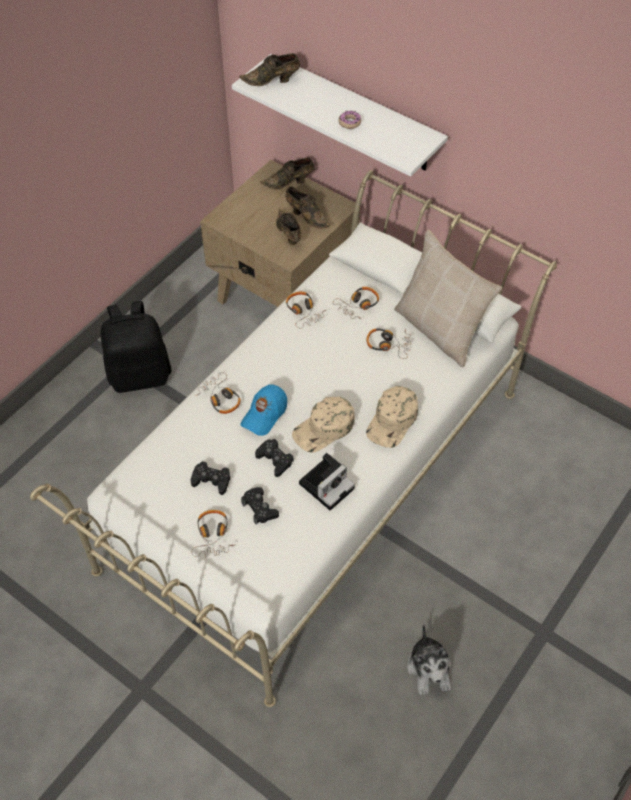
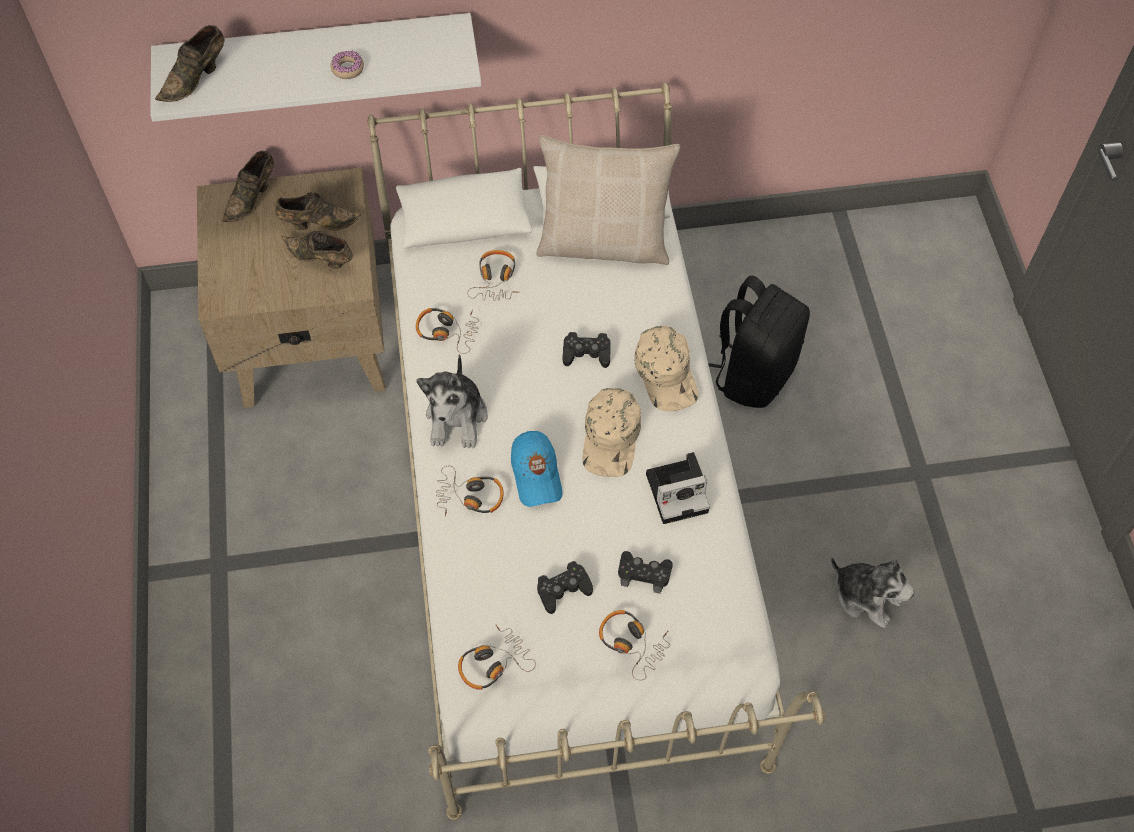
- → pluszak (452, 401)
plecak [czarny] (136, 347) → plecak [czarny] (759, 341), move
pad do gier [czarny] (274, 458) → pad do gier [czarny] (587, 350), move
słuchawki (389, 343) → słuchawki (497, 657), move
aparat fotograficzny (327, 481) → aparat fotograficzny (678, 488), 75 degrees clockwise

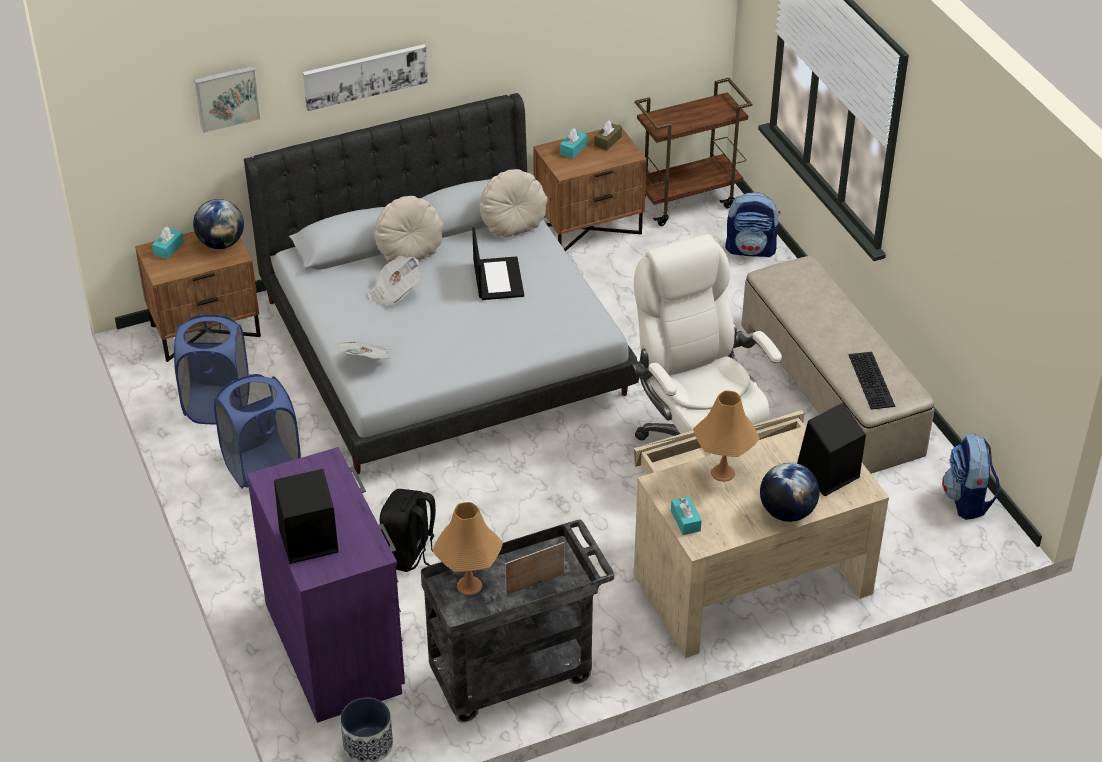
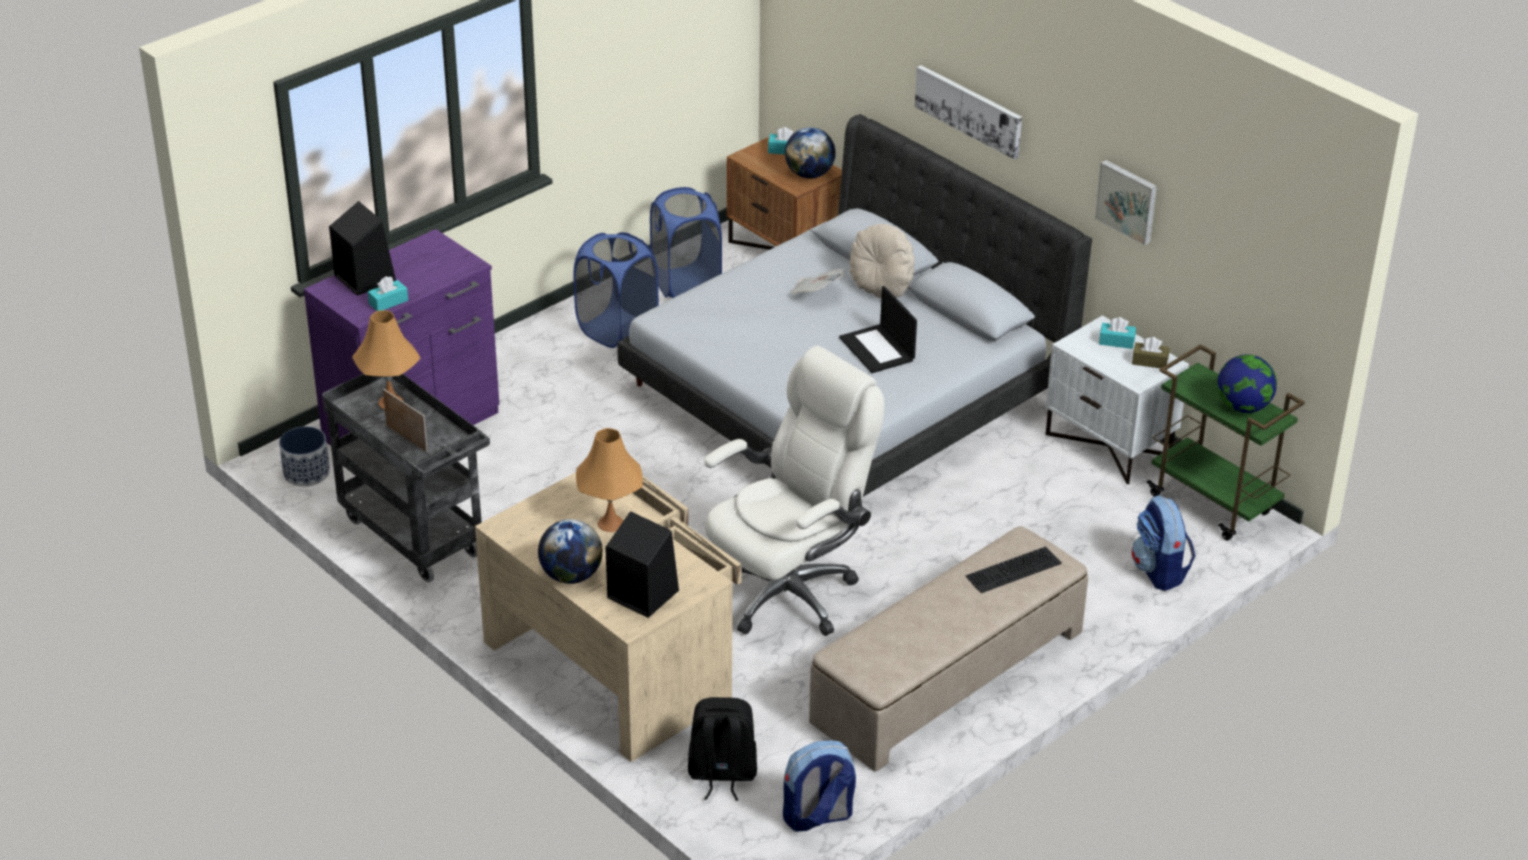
gazeta (364, 350) → -
poduszka [beżowy] (513, 203) → -
- → globus (1247, 383)
obraz (227, 99) → obraz (1126, 202), move
plecak [czarny] (408, 530) → plecak [czarny] (722, 749), move
pudełko chusteczek [turkusowy] (686, 515) → pudełko chusteczek [turkusowy] (388, 293), move
klawiatura (871, 381) → klawiatura (1014, 569), move
szafka nocna [brązowy] (590, 188) → szafka nocna [biały] (1117, 399)
wózek [brązowy] (693, 152) → wózek [zielony] (1225, 442)
laptop (498, 263) → laptop (878, 329), 90 degrees clockwise

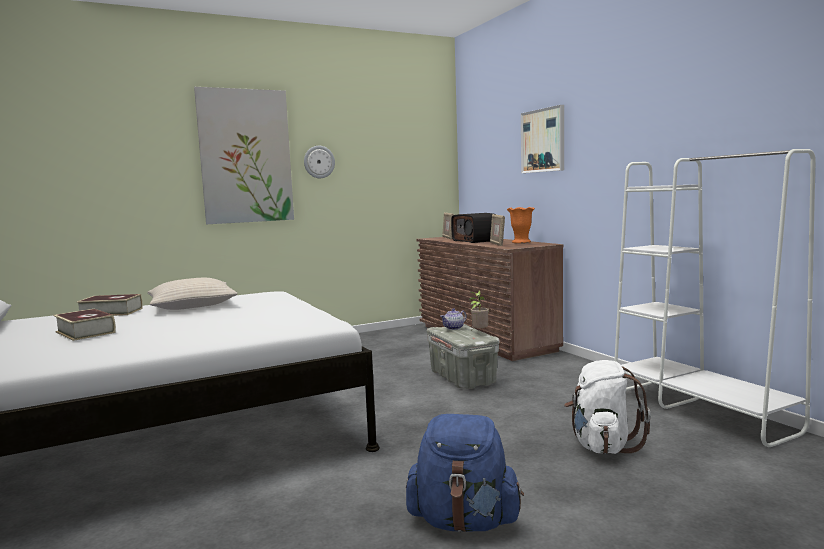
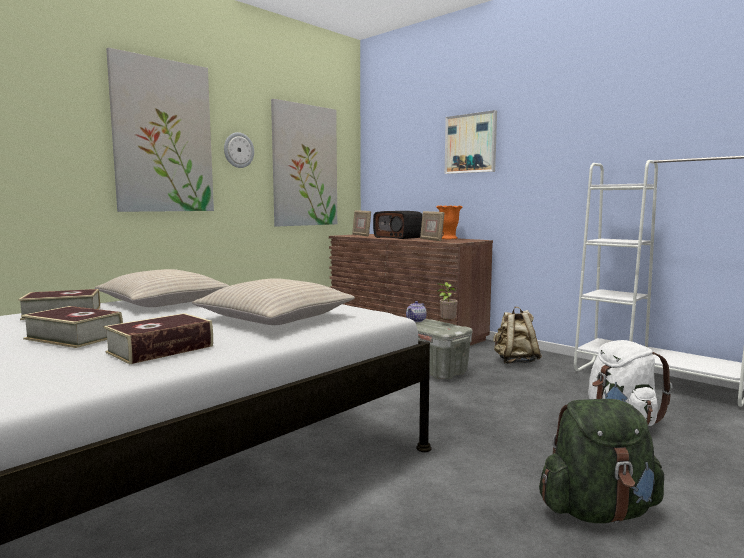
- → książka (158, 338)
- → poduszka [beżowy] (273, 301)
- → obraz (304, 162)
- → plecak [beżowy] (517, 335)
plecak [niebieski] (465, 473) → plecak [zielony] (601, 461)

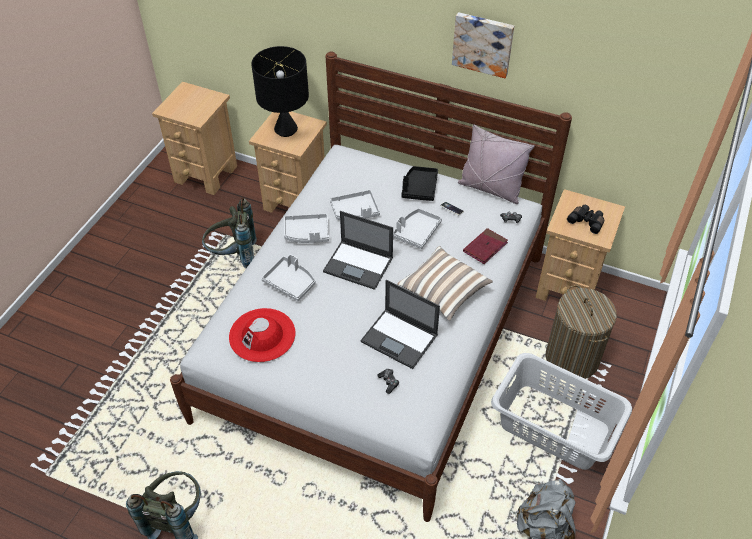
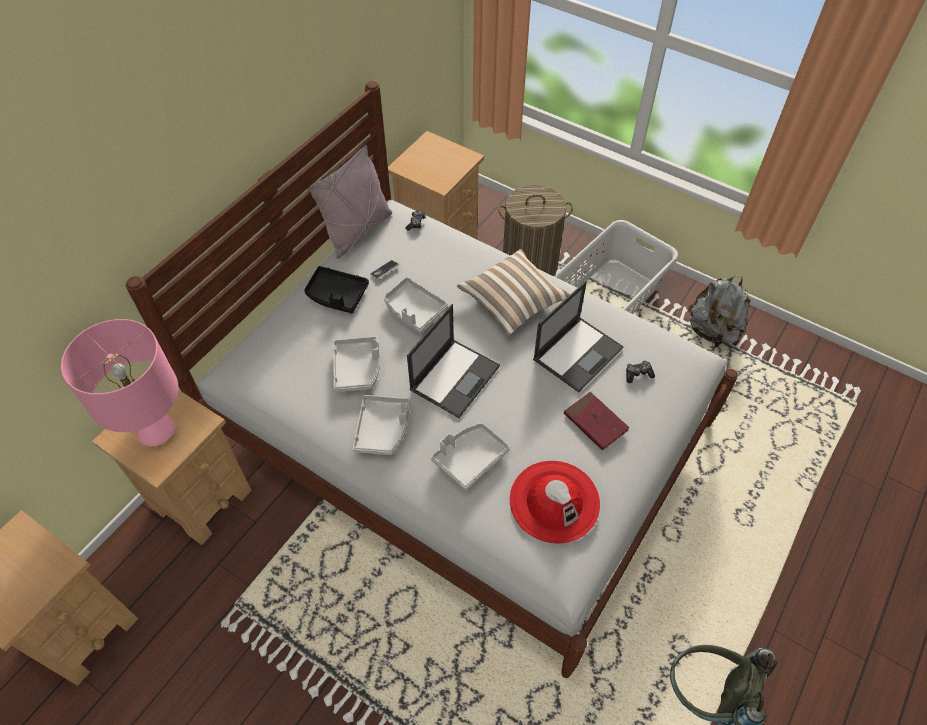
plecak [szary] (229, 233) → -
obraz (483, 45) → -
lornetka [czarny] (585, 219) → -
książka [czerwony] (485, 246) → książka [czerwony] (596, 421), move
lampa stołowa [czarny] (280, 91) → lampa stołowa [różowy] (119, 382)

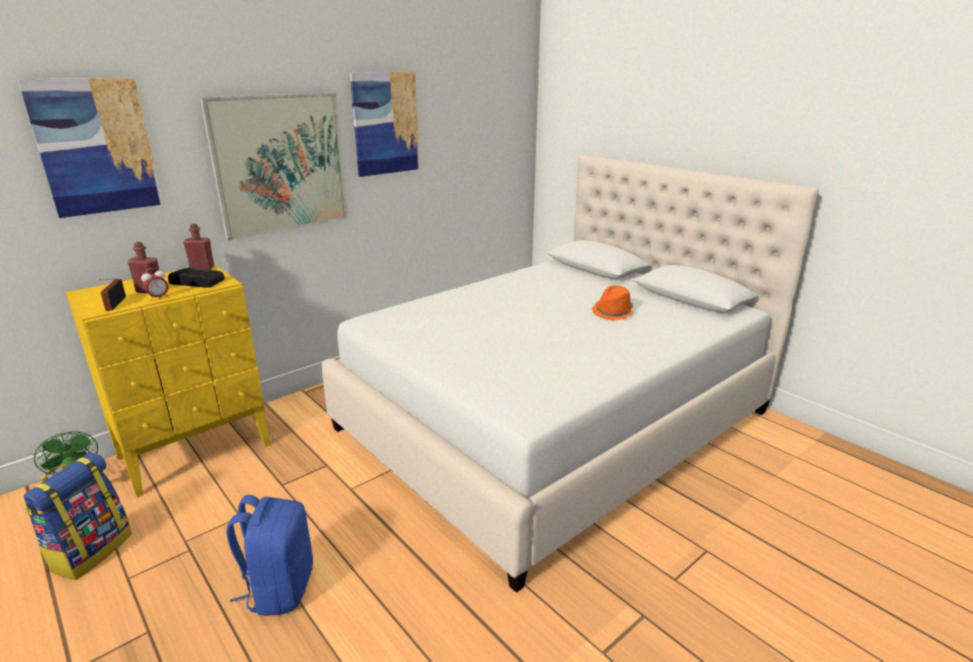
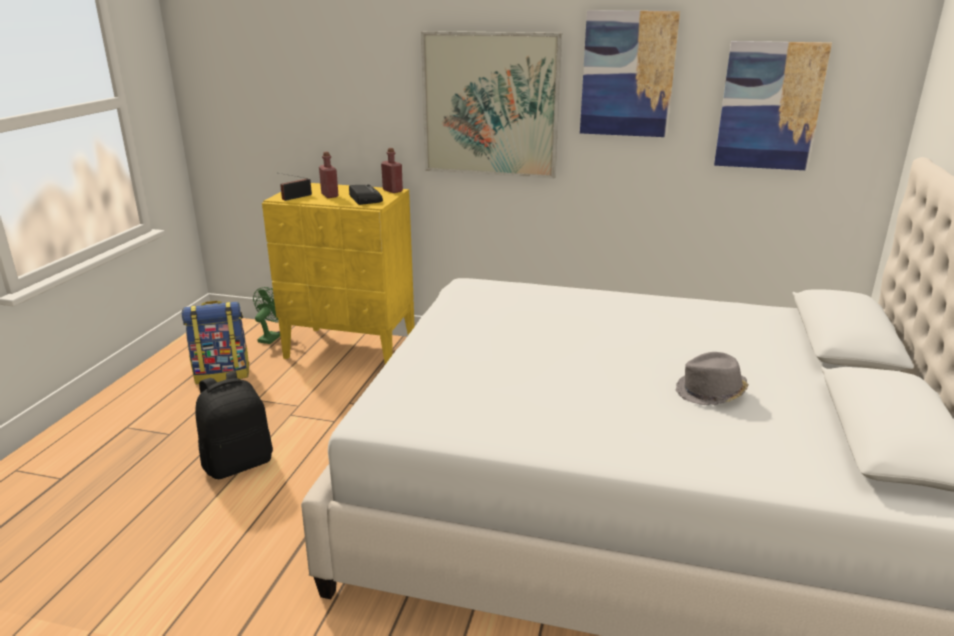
budzik (154, 284) → -
obraz (90, 147) → obraz (773, 106), move
plecak [niebieski] (270, 555) → plecak [czarny] (234, 425)
kapelusz [pomarańczowy] (613, 303) → kapelusz [szary] (712, 378)

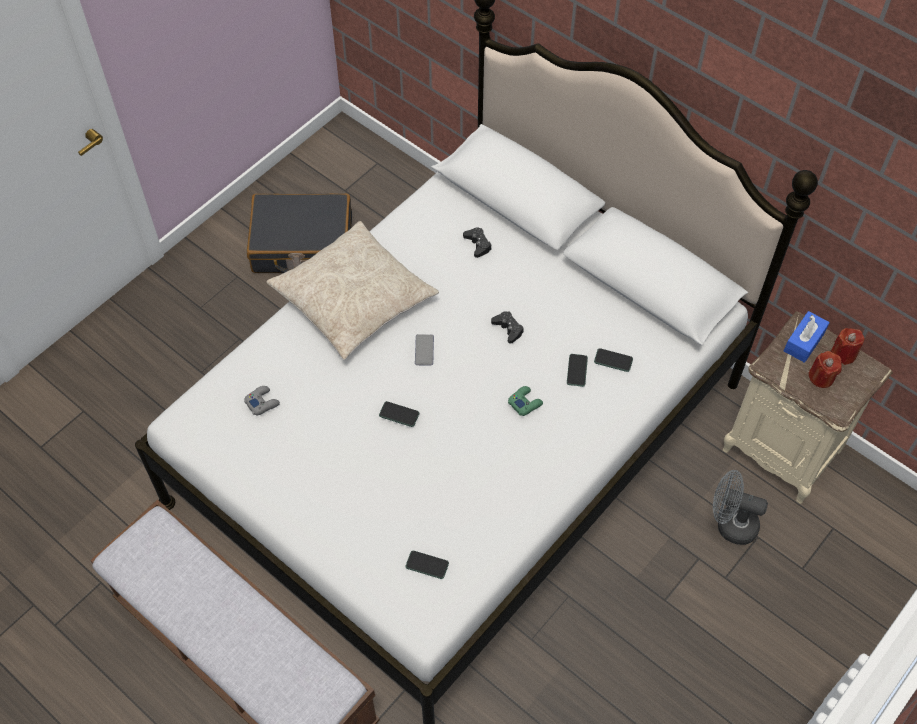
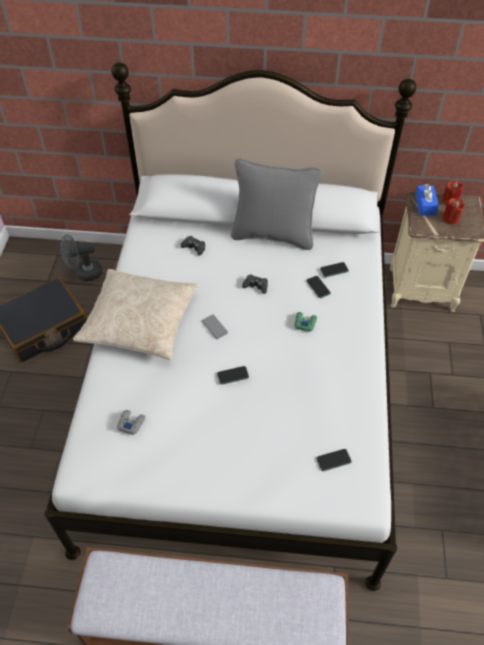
- → poduszka [szary] (276, 204)
wentylator [szary] (740, 507) → wentylator [szary] (81, 258), move

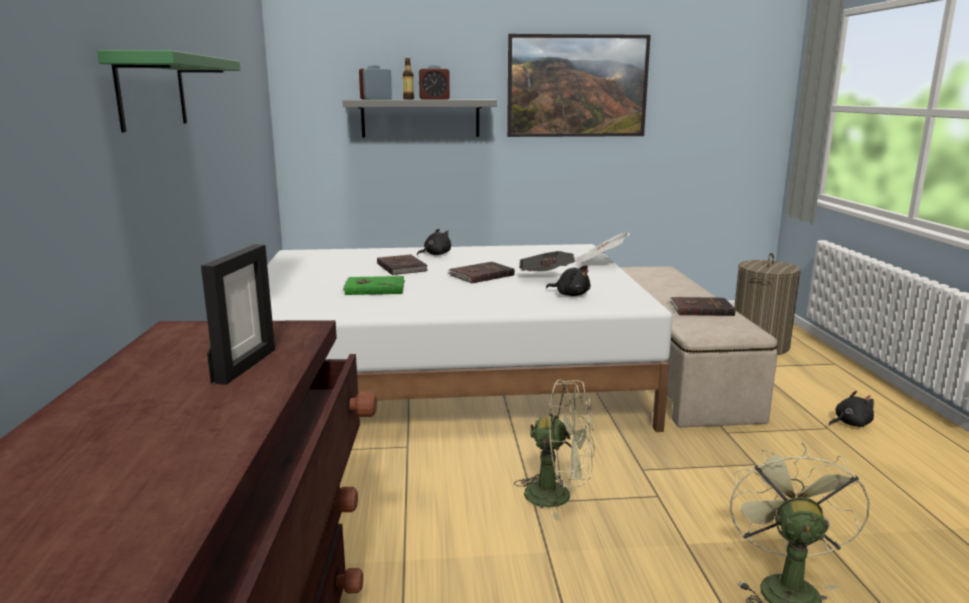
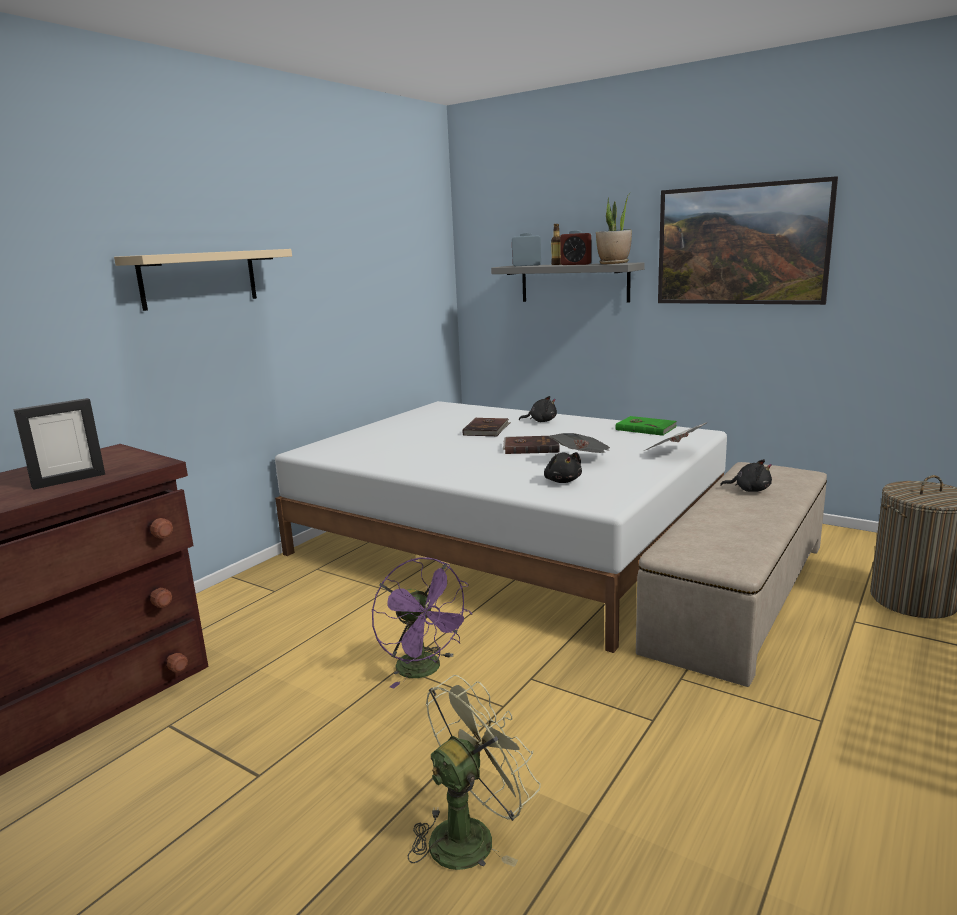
książka [brązowy] (702, 306) → -
- → roślina doniczkowa (614, 228)
książka [zielony] (374, 285) → książka [zielony] (646, 426), move
pluszak [czarny] (851, 409) → pluszak [czarny] (746, 475), move
półka [zielony] (168, 91) → półka [beżowy] (203, 280)
wentylator [zielony] (554, 449) → wentylator [fioletowy] (422, 623)

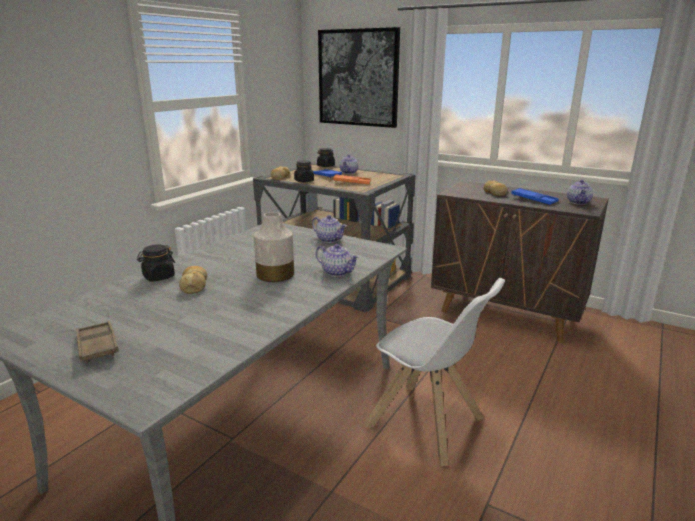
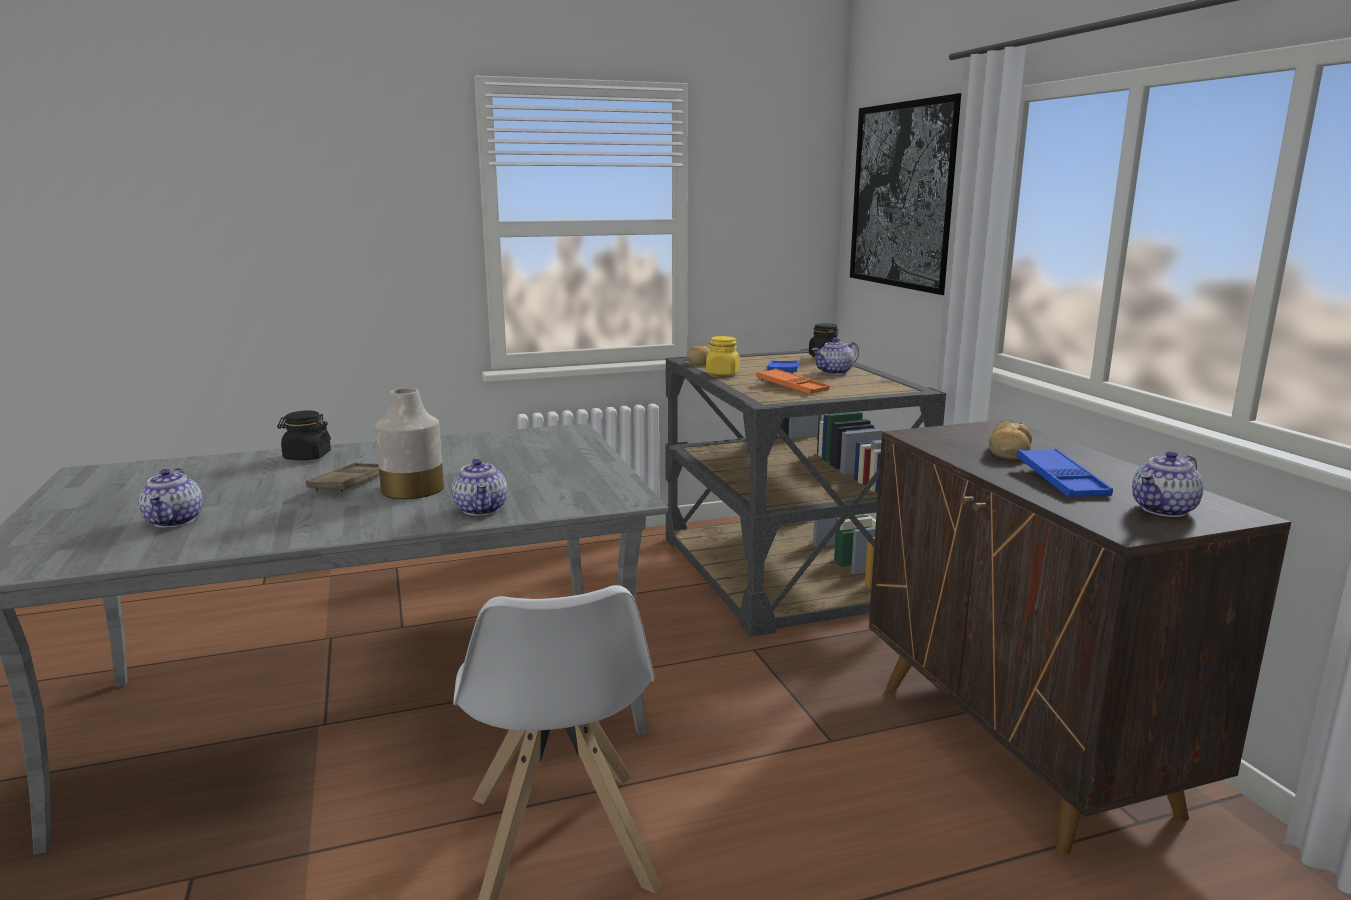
chleb (193, 280) → -
taca [brązowy] (97, 341) → taca [brązowy] (342, 477), move
imbryk (329, 229) → imbryk (170, 497), move
słoik [czarny] (304, 171) → słoik [żółty] (723, 355)

